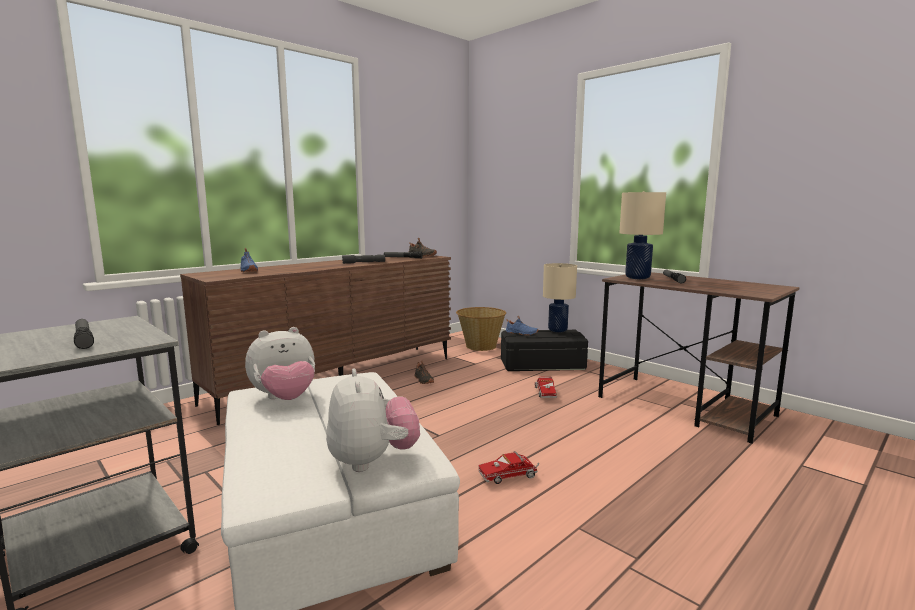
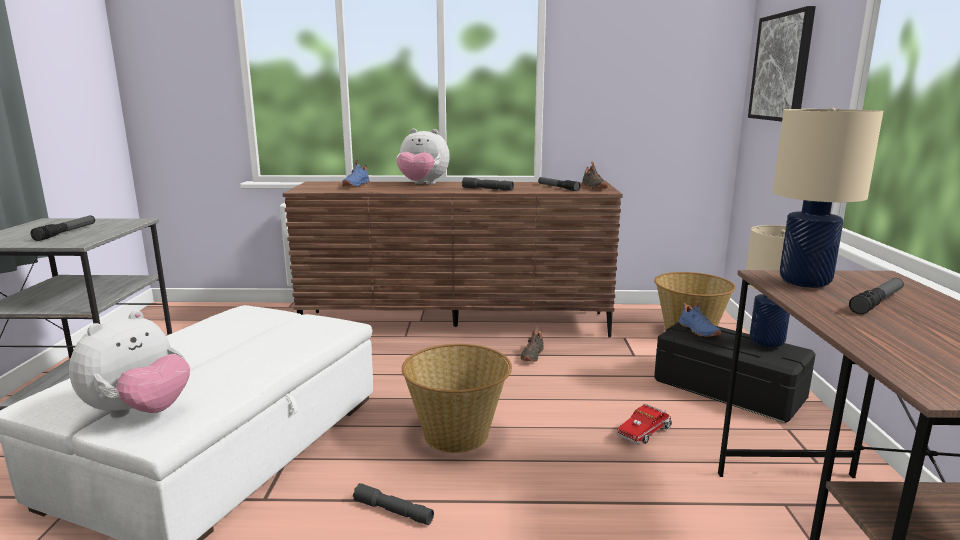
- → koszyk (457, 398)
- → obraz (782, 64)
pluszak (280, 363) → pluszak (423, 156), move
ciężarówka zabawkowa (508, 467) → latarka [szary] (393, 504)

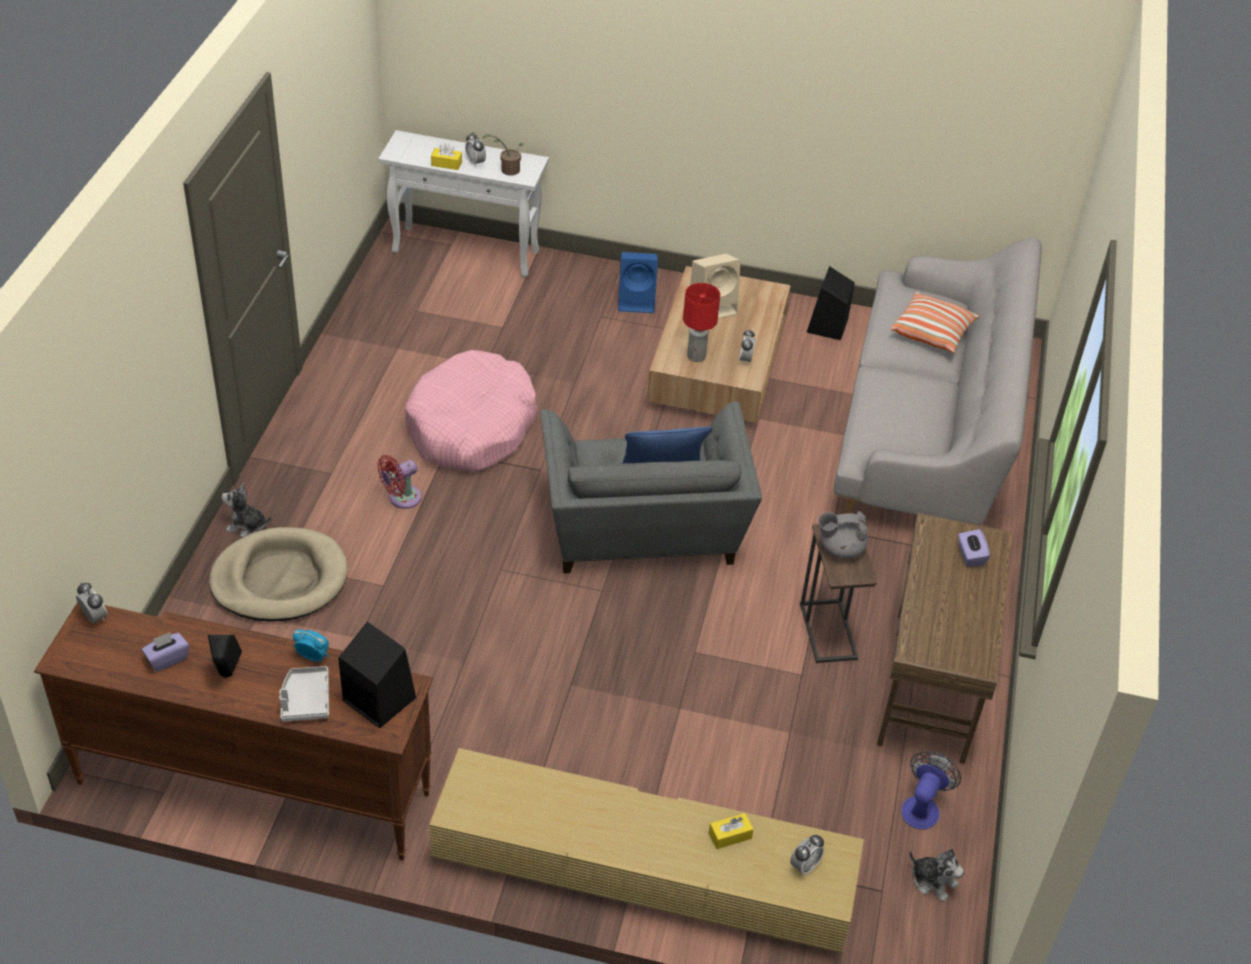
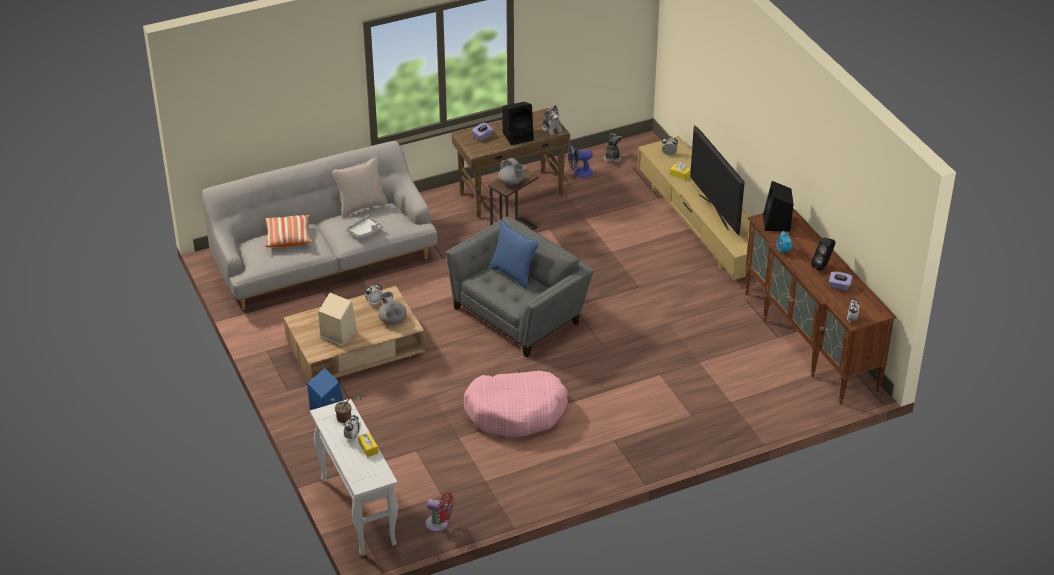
legowisko [beżowy] (278, 574) → -
- → poduszka [beżowy] (359, 187)
- → telewizor (717, 180)
pluszak (246, 510) → pluszak (552, 120), move
taca [szary] (304, 693) → taca [szary] (365, 227), move
wentylator [czerwony] (399, 482) → wentylator [czerwony] (439, 512), move
głośnik [czarny] (831, 303) → głośnik [czarny] (518, 123), move
lampa stołowa [czerwony] (701, 322) → imbryk [szary] (392, 308)

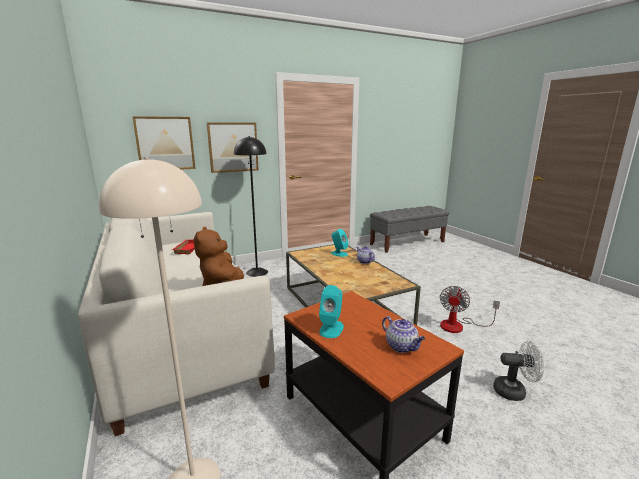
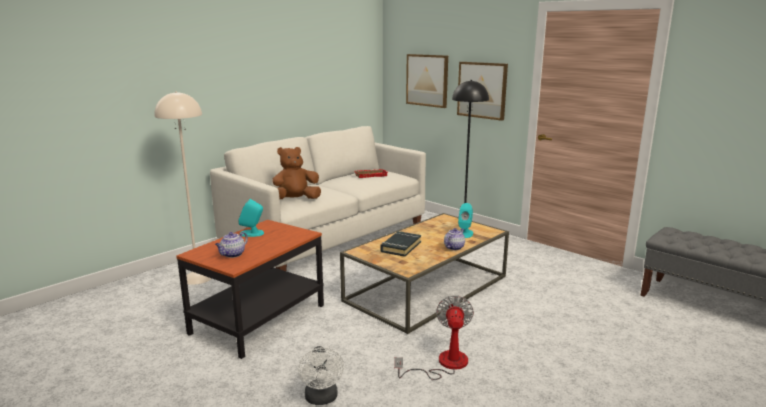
- → książka [czarny] (400, 244)
wentylator (470, 309) → wentylator (434, 337), 90 degrees clockwise

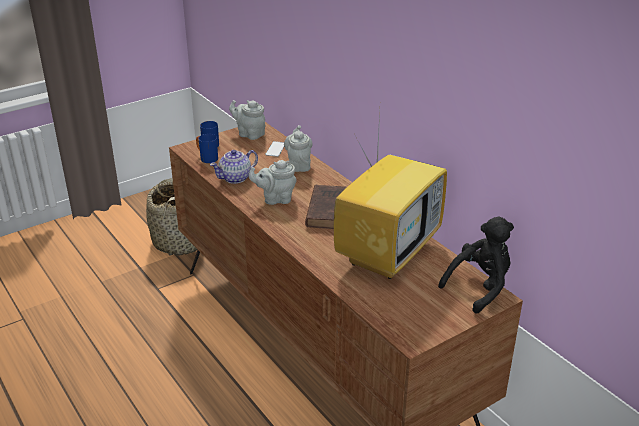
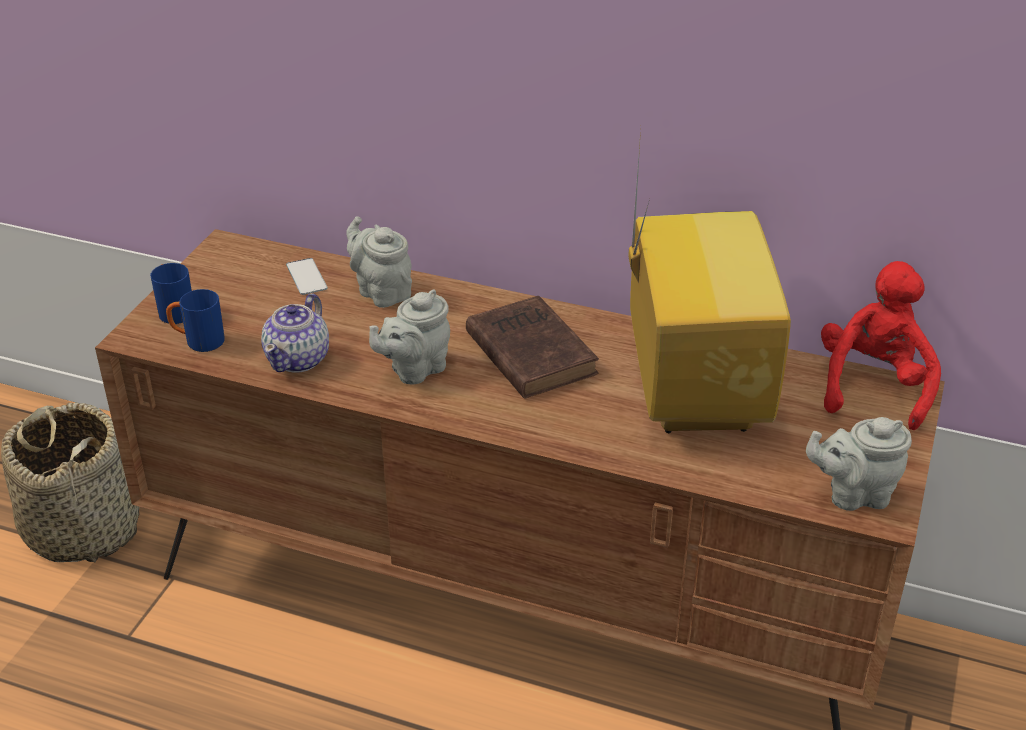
imbryk [szary] (247, 120) → imbryk [szary] (859, 464), move
pluszak [czarny] (476, 265) → pluszak [czerwony] (881, 345)

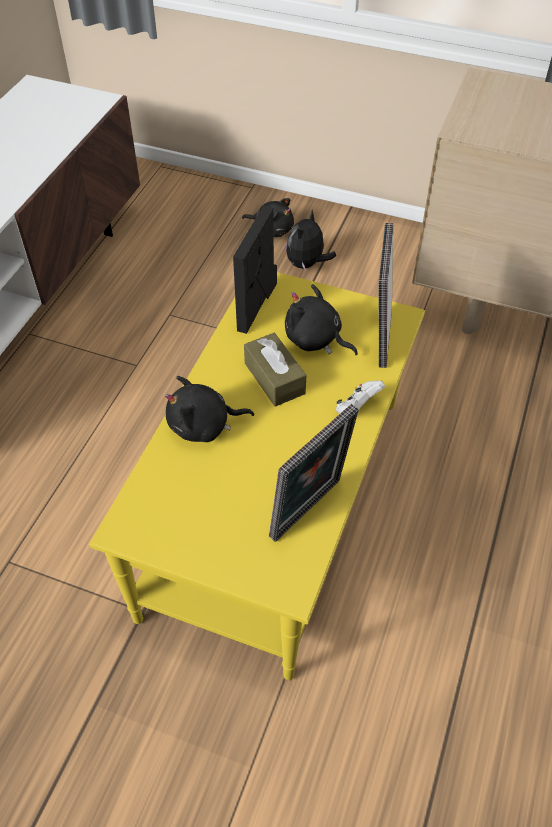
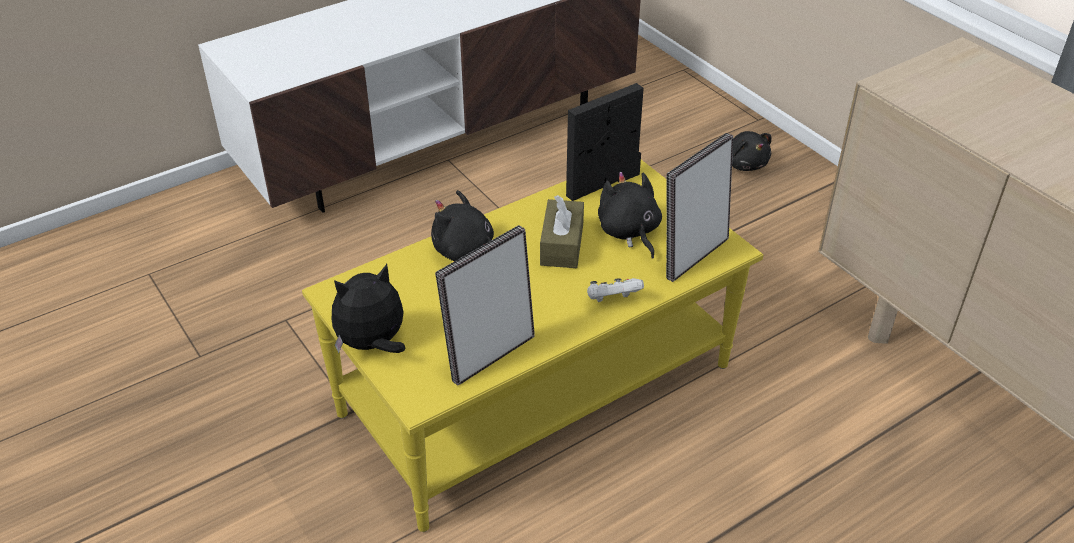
pluszak (311, 240) → pluszak (369, 308), move
ramka na zdjęcie (314, 473) → ramka na zdjęcie (485, 305), 150 degrees clockwise

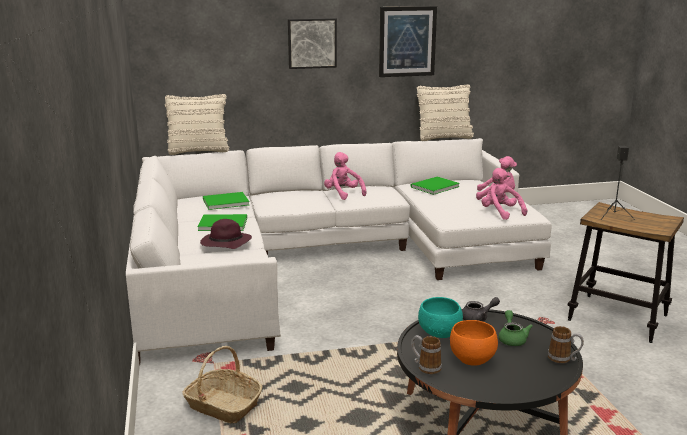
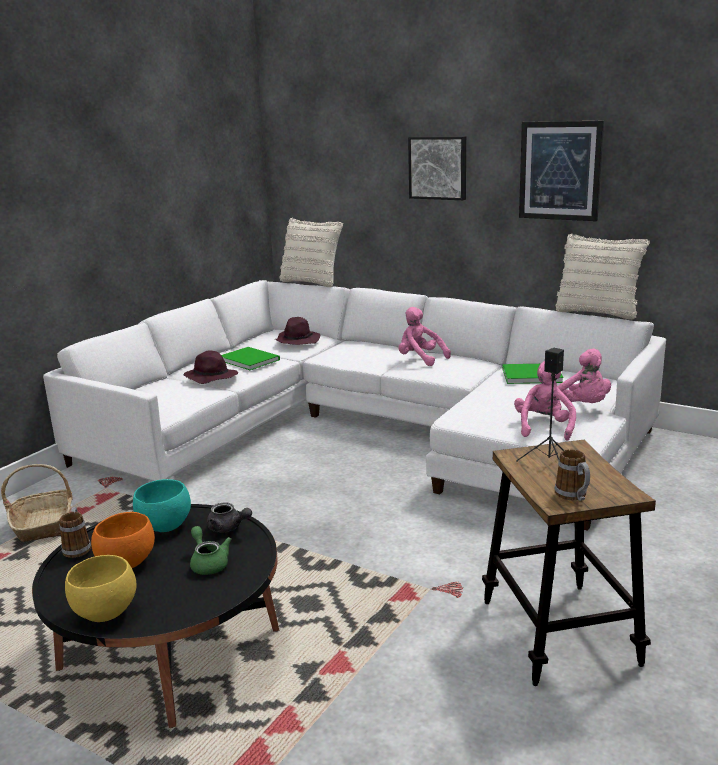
- → miska [żółty] (101, 588)
kubek (566, 344) → kubek (572, 475), move
książka [zielony] (226, 201) → kapelusz [fioletowy] (297, 331)
pluszak [różowy] (345, 176) → pluszak [różowy] (425, 336), 60 degrees counterclockwise
imbryk [zielony] (516, 328) → imbryk [zielony] (210, 550), 75 degrees counterclockwise

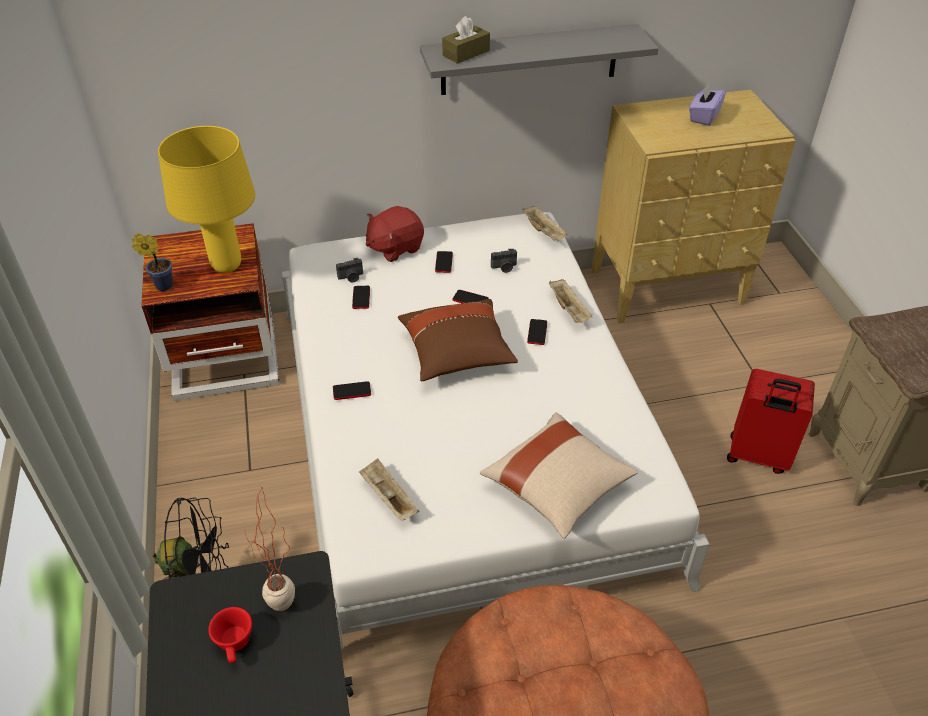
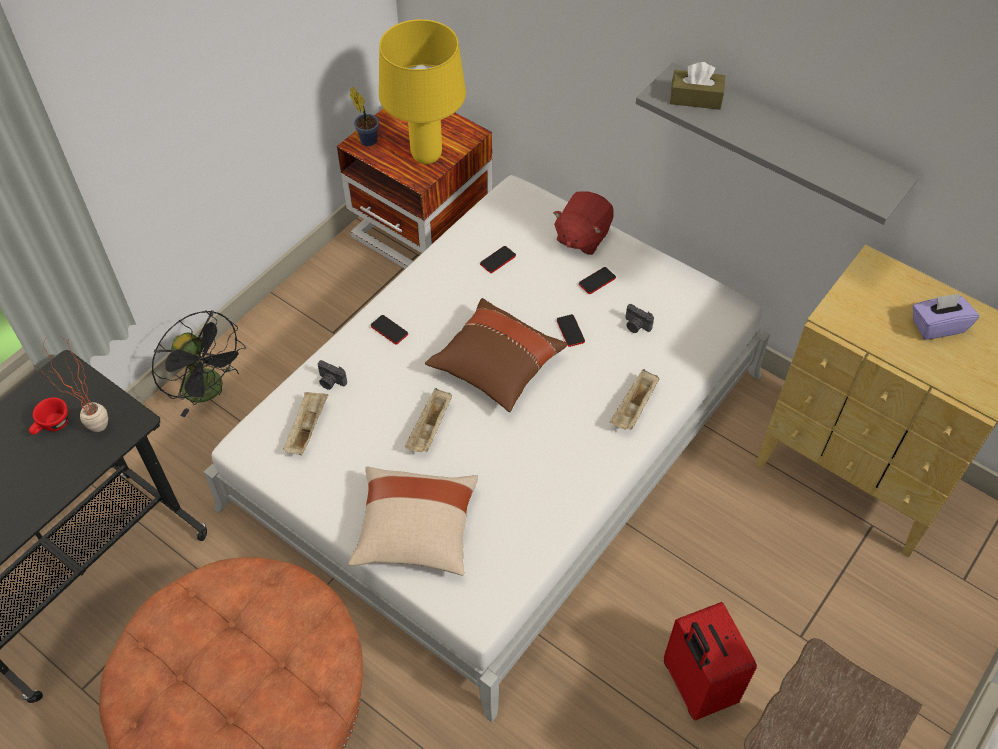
telefon (537, 332) → -
aparat fotograficzny (349, 270) → aparat fotograficzny (332, 375), move
taca [beżowy] (544, 223) → taca [beżowy] (428, 420), move
pluszak [czerwony] (395, 234) → pluszak [czerwony] (583, 223), 75 degrees counterclockwise

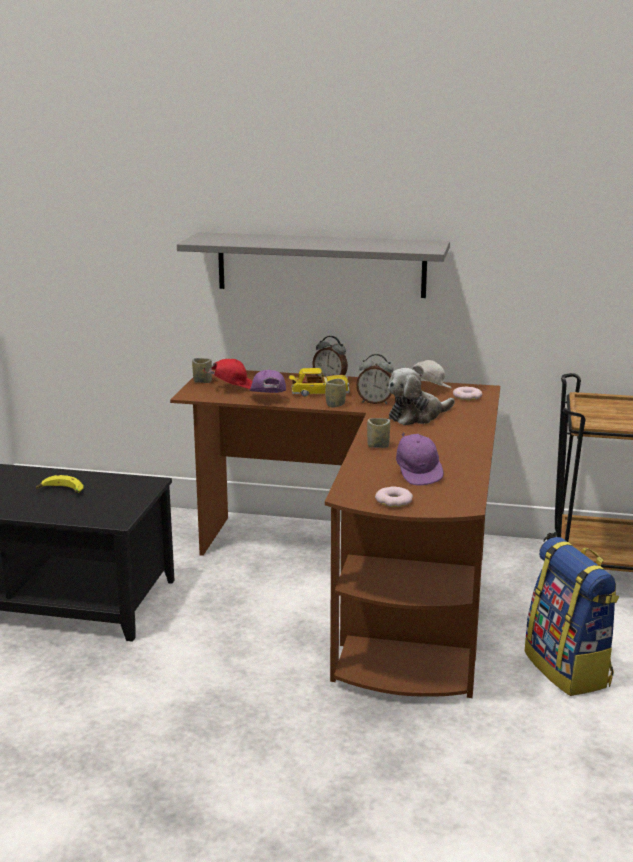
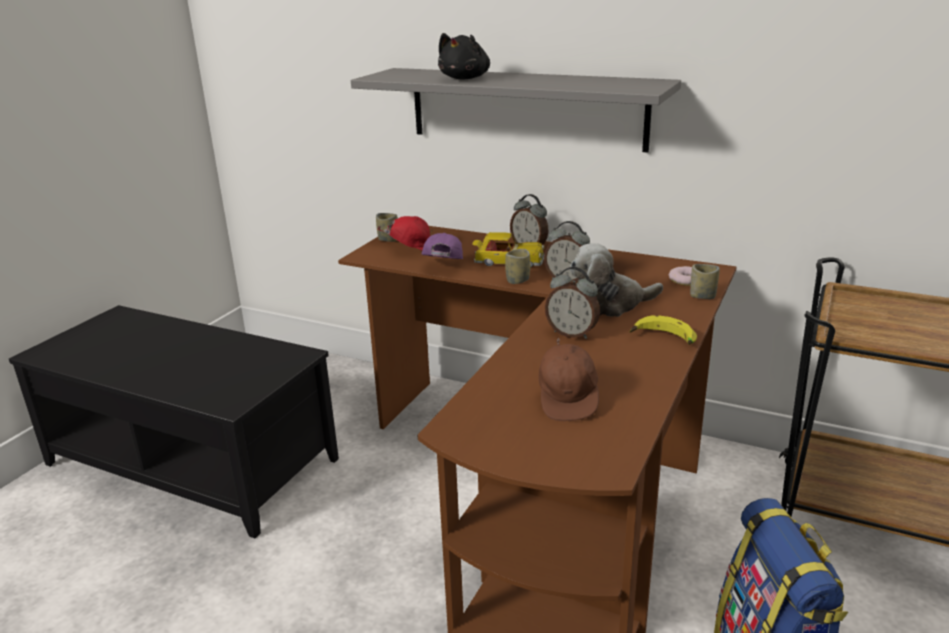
donut (394, 497) → -
czapka z daszkiem [biały] (431, 374) → -
- → pluszak [czarny] (464, 56)
- → budzik (572, 303)
banan (60, 484) → banan (663, 330), move
filiżanka (378, 433) → filiżanka (705, 281), move
czapka z daszkiem [fioletowy] (419, 459) → czapka z daszkiem [brązowy] (569, 379)

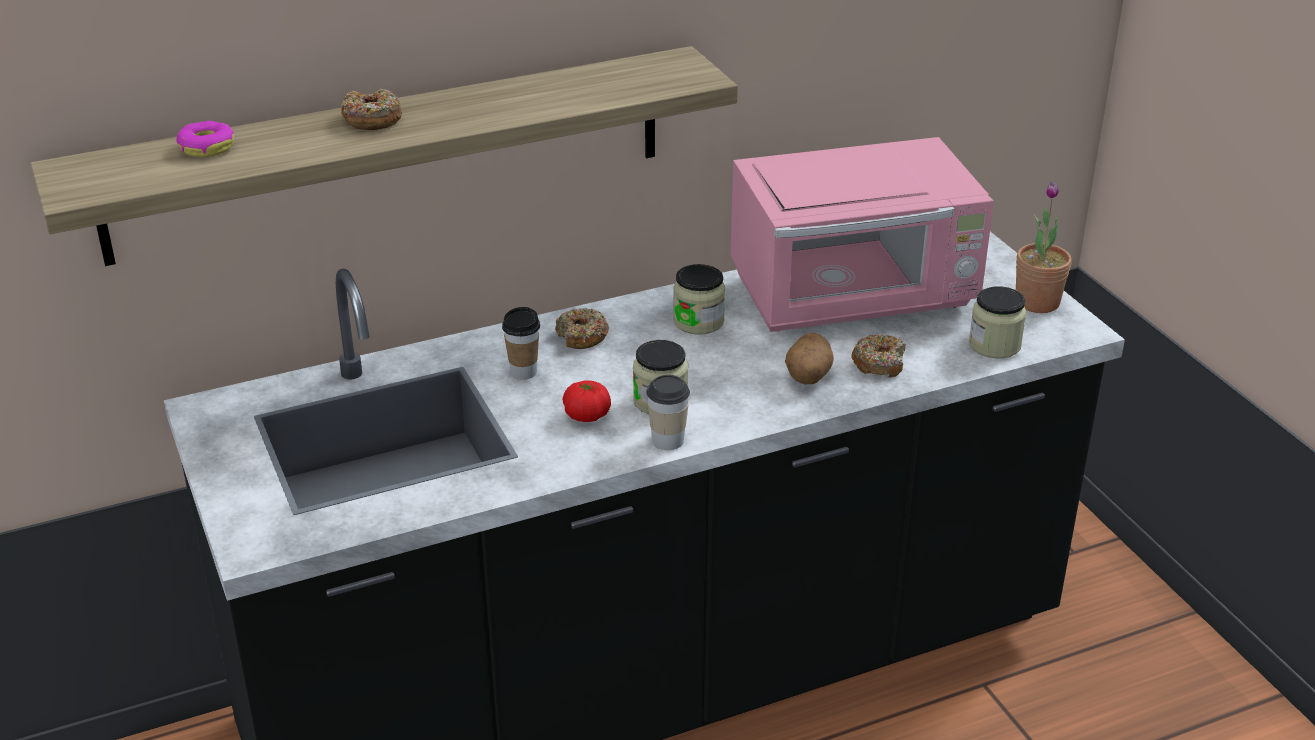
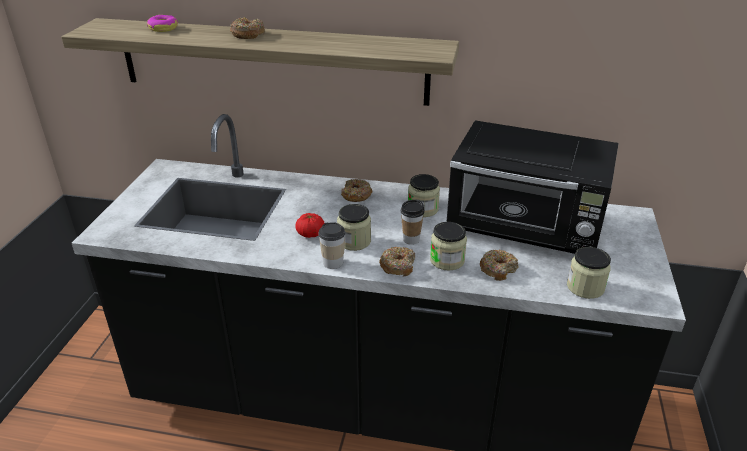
roślina doniczkowa (1044, 247) → -
- → donut (397, 261)
filiżanka (521, 343) → filiżanka (413, 222), move
ziemniak (809, 358) → słoik (448, 246)
mikrofalówka [różowy] (862, 234) → mikrofalówka [czarny] (533, 187)

